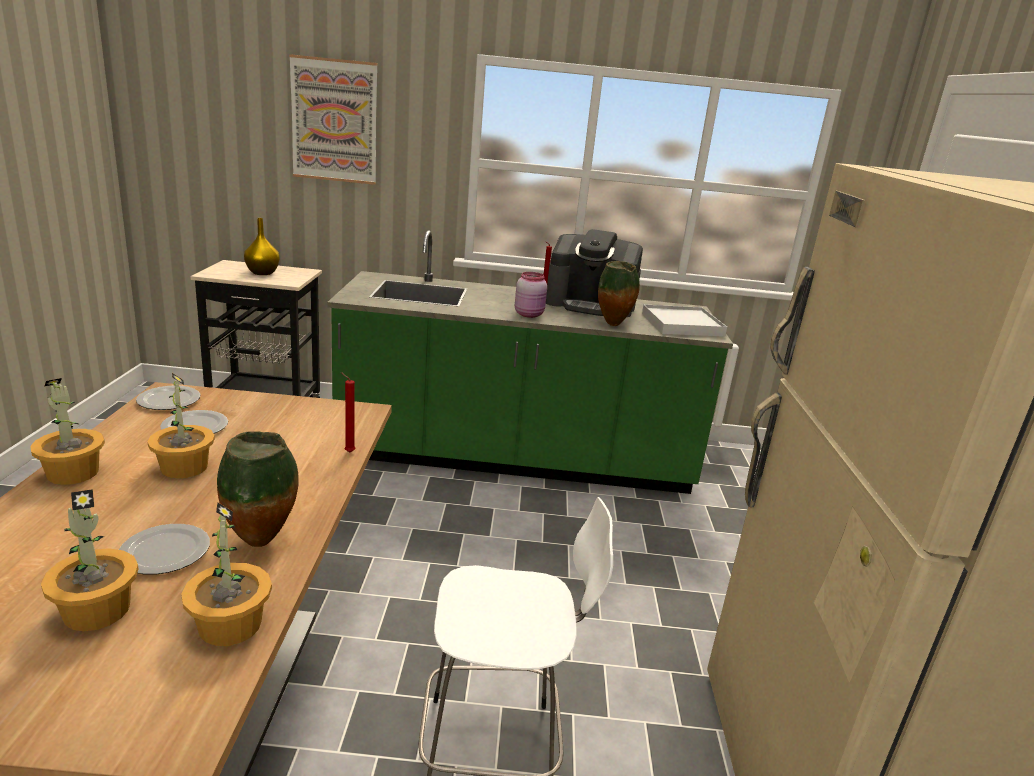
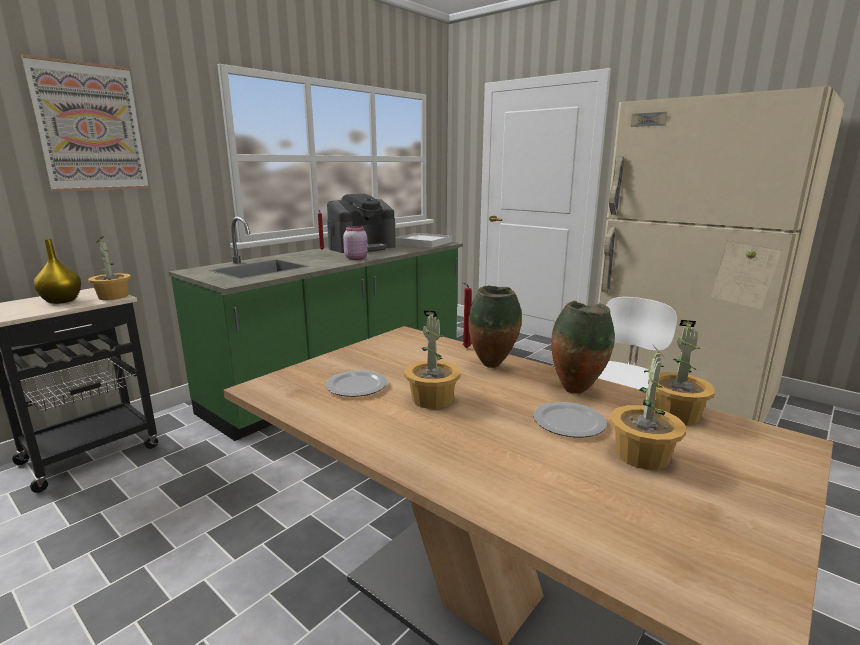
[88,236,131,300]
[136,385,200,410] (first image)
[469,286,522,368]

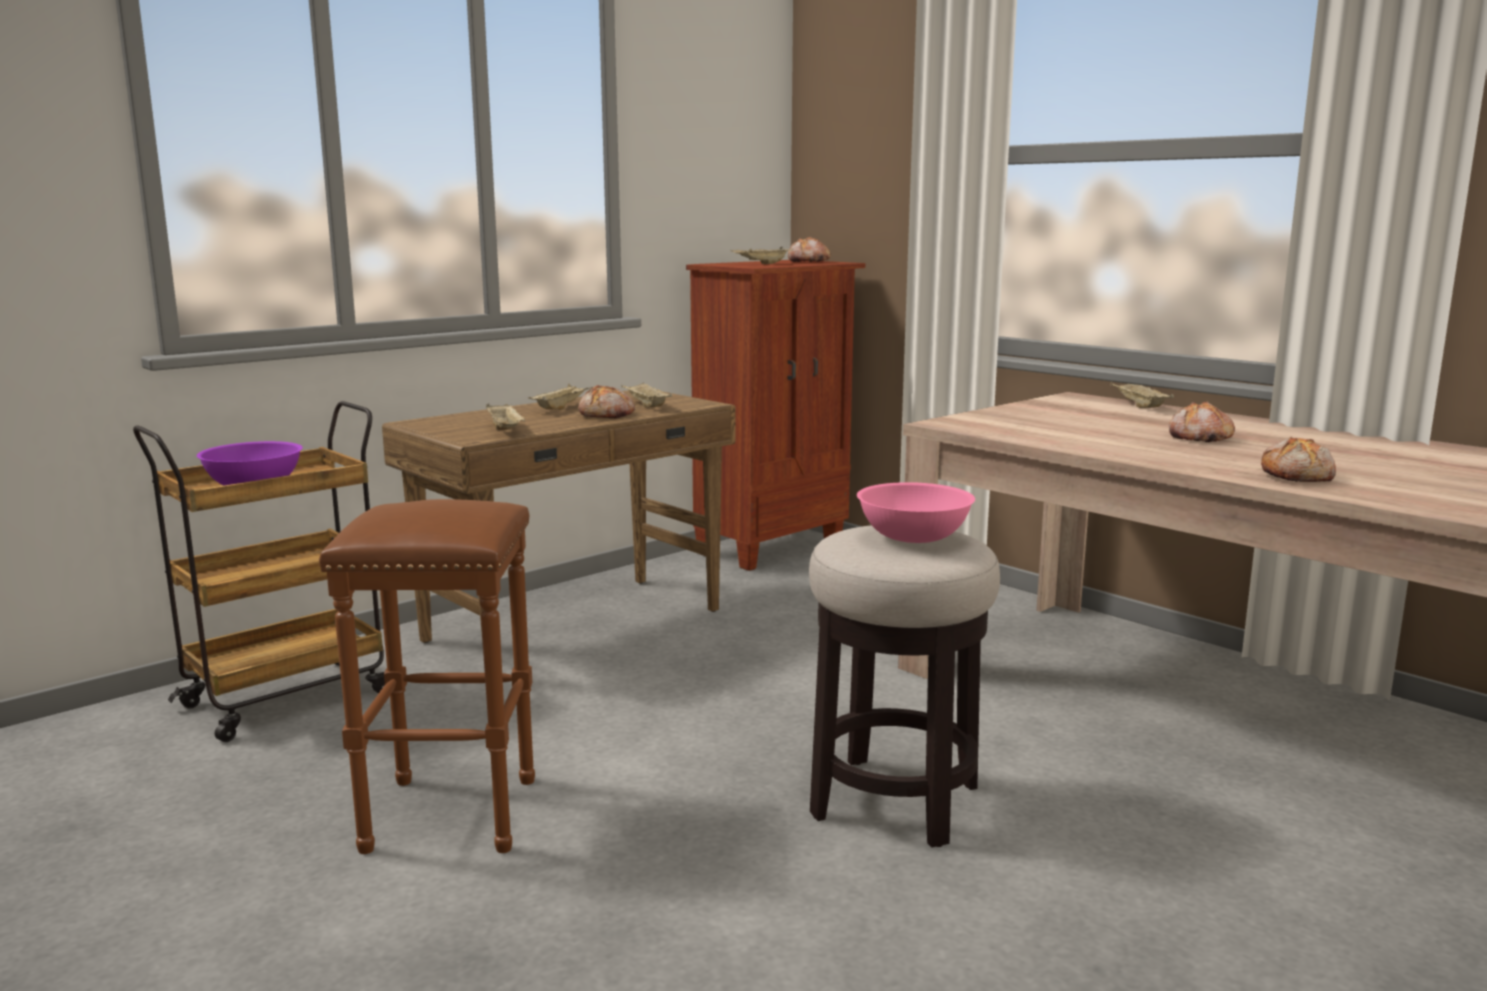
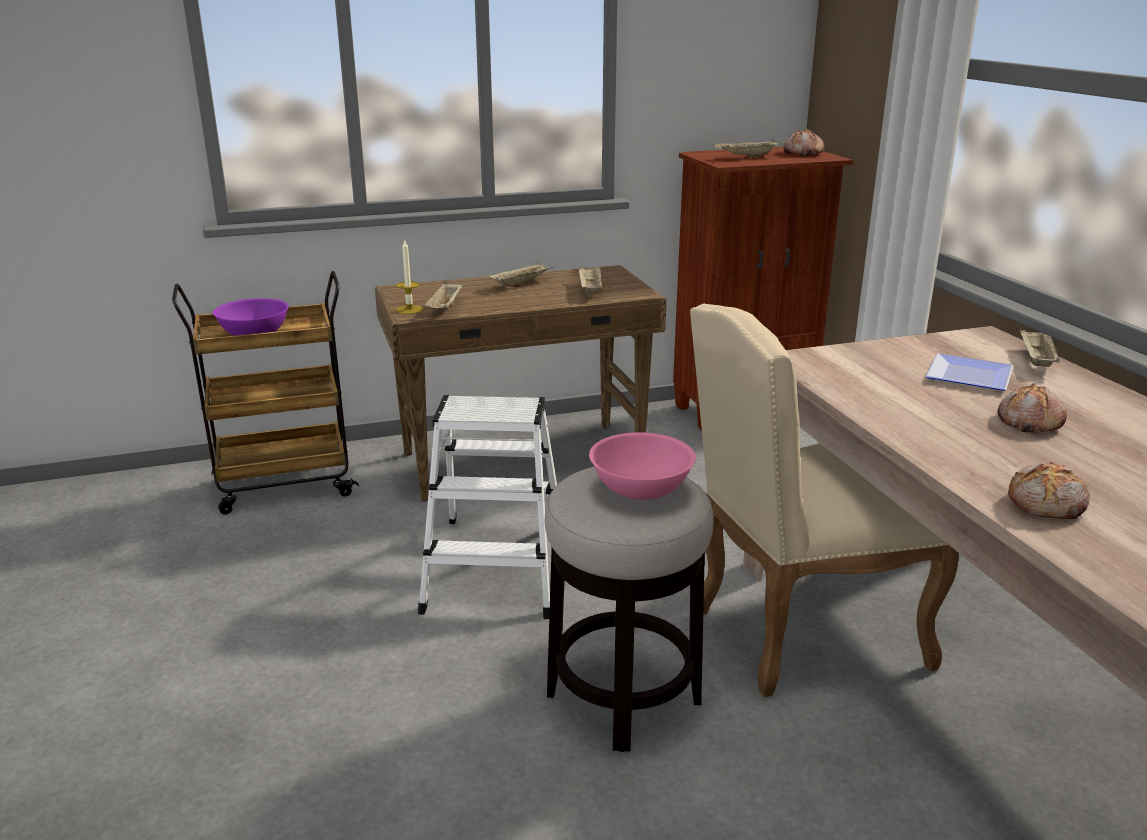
[319,499,535,854] (first image)
[578,385,635,419] (first image)
[396,239,423,314]
[418,395,557,619]
[690,303,959,697]
[925,353,1013,391]

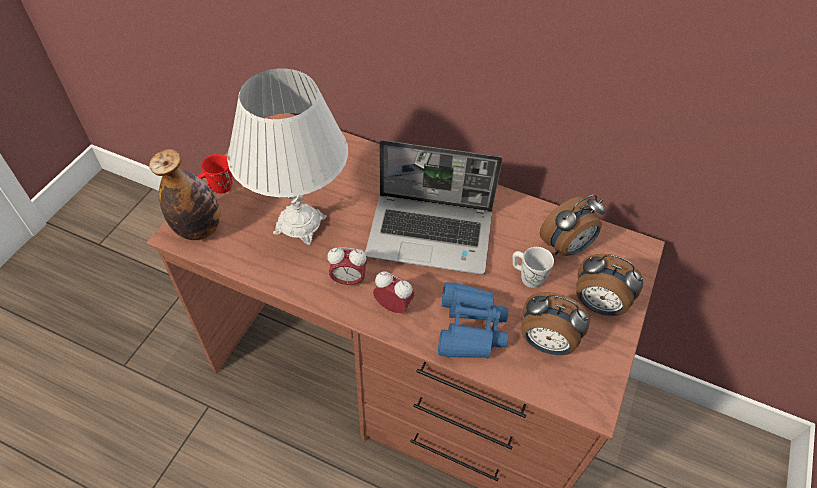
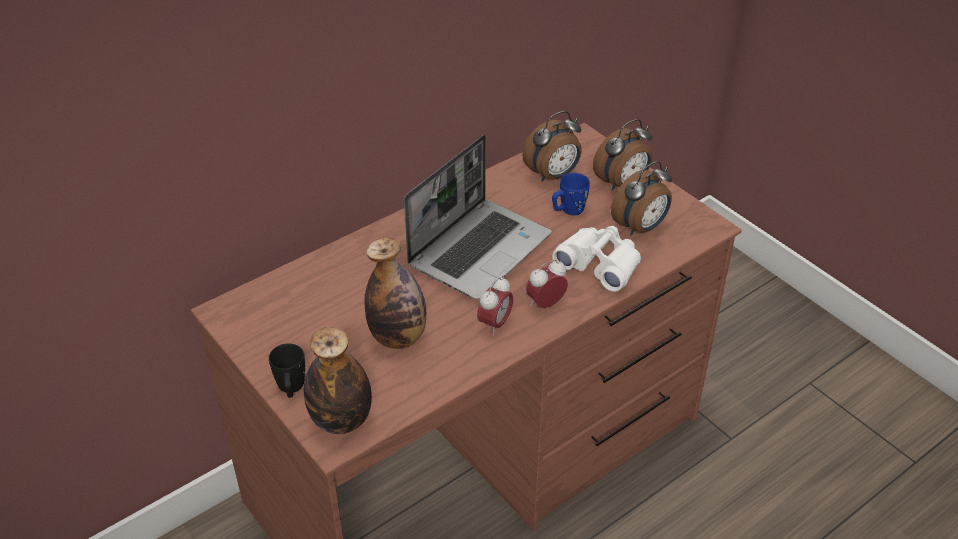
[269,343,305,398]
[365,237,426,349]
[552,226,641,292]
[552,173,590,215]
[522,111,582,182]

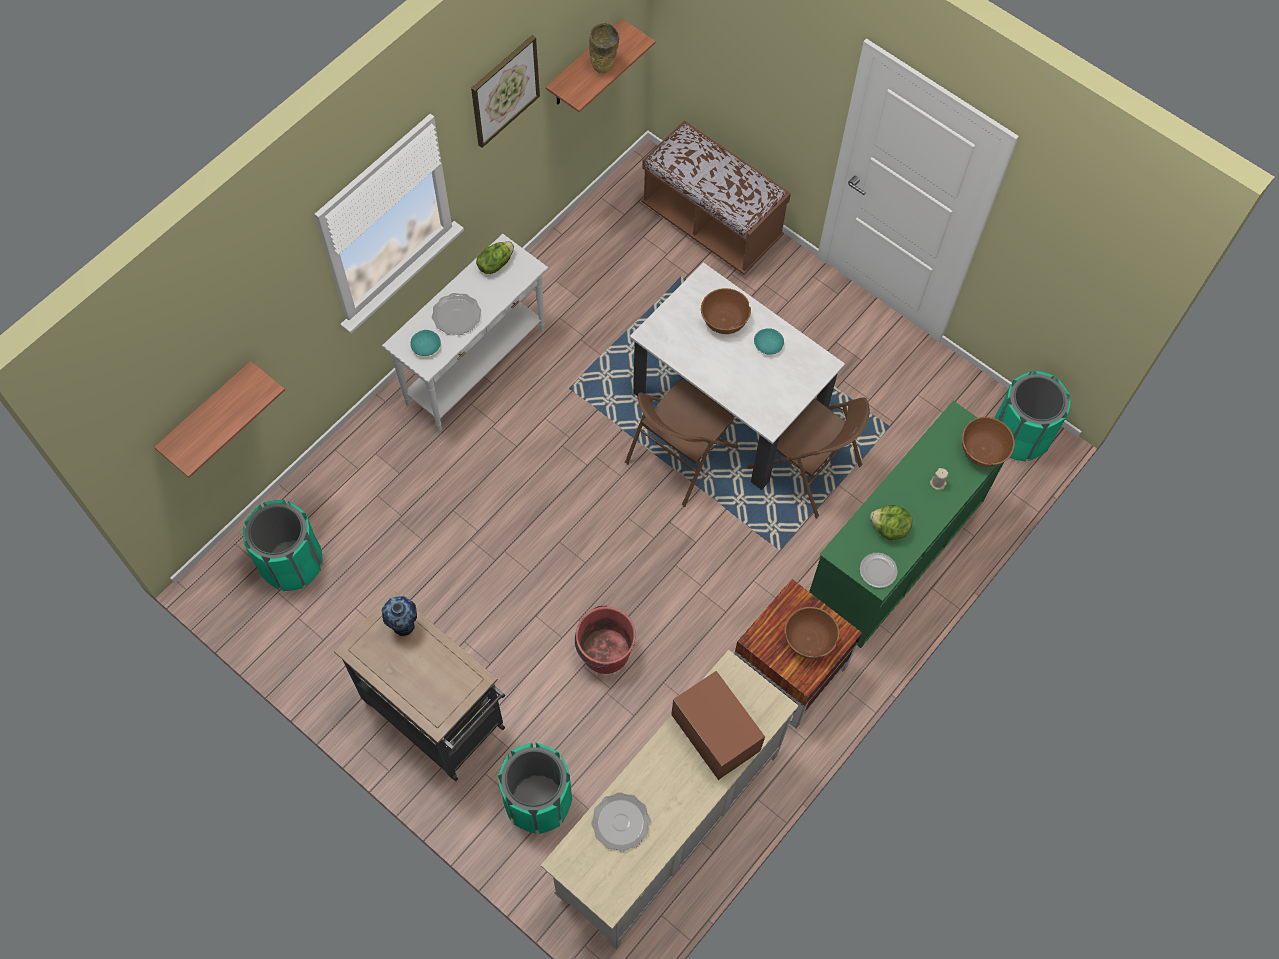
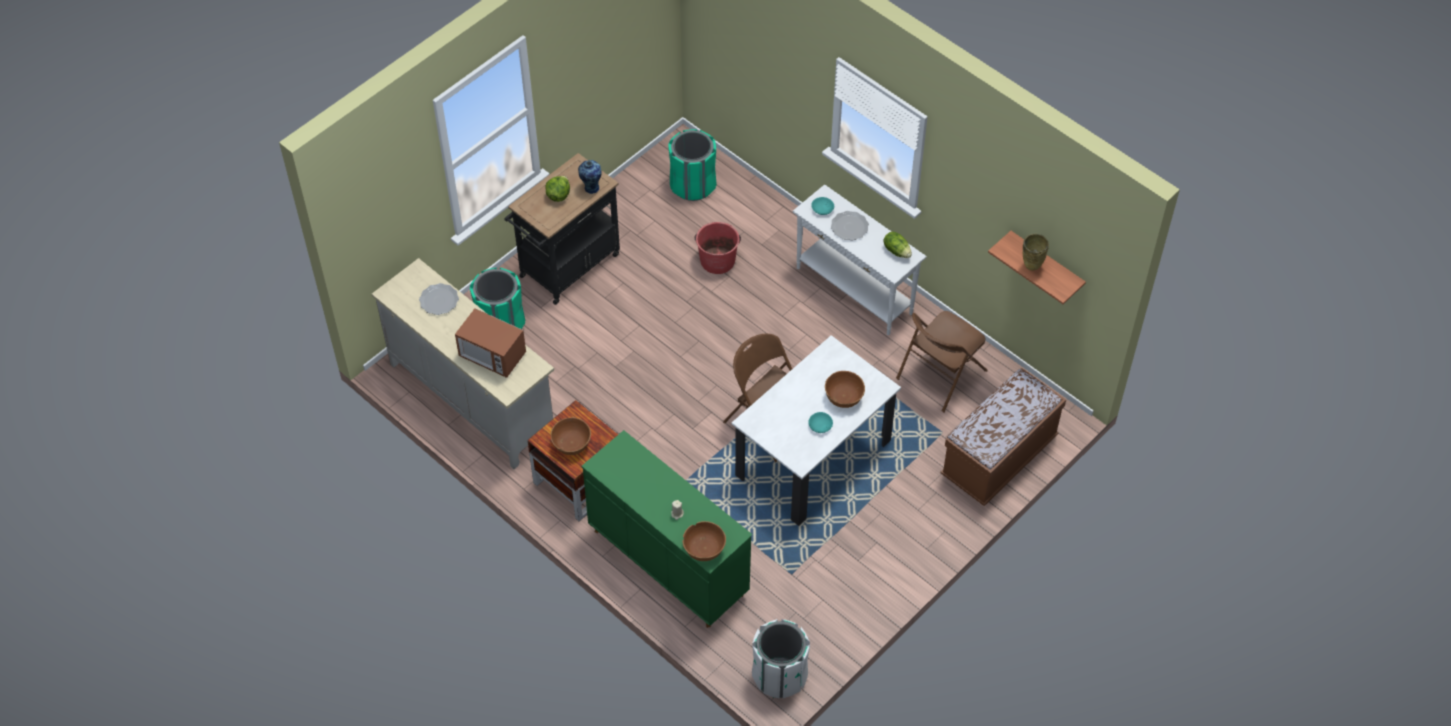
[154,361,285,478] (first image)
[471,35,540,148] (first image)
[695,222,741,274]
[455,309,526,378]
[896,311,988,413]
[860,553,898,588] (first image)
[545,176,570,202]
[752,619,810,698]

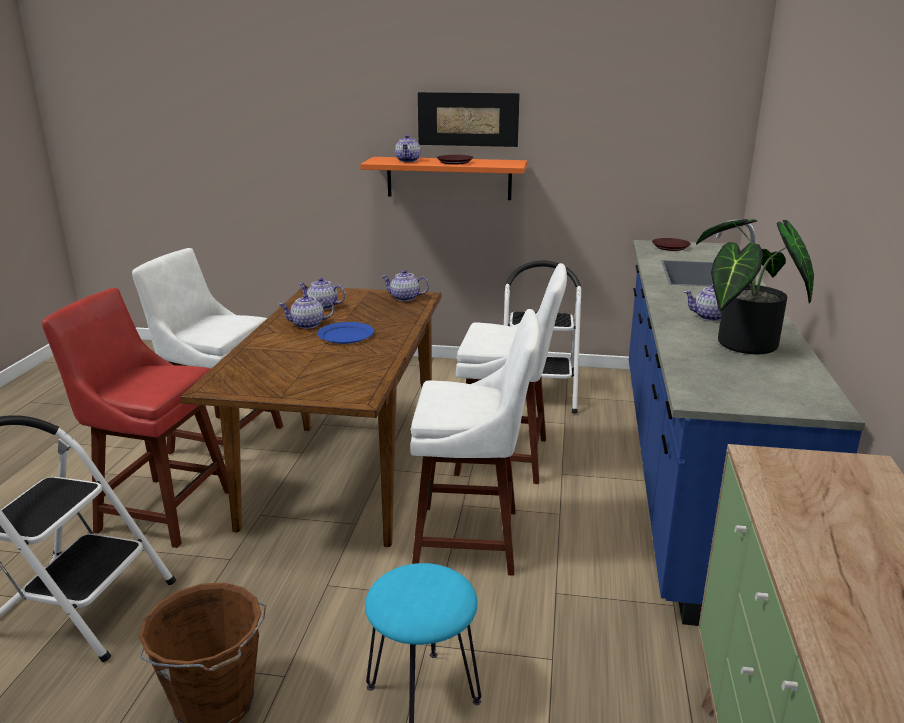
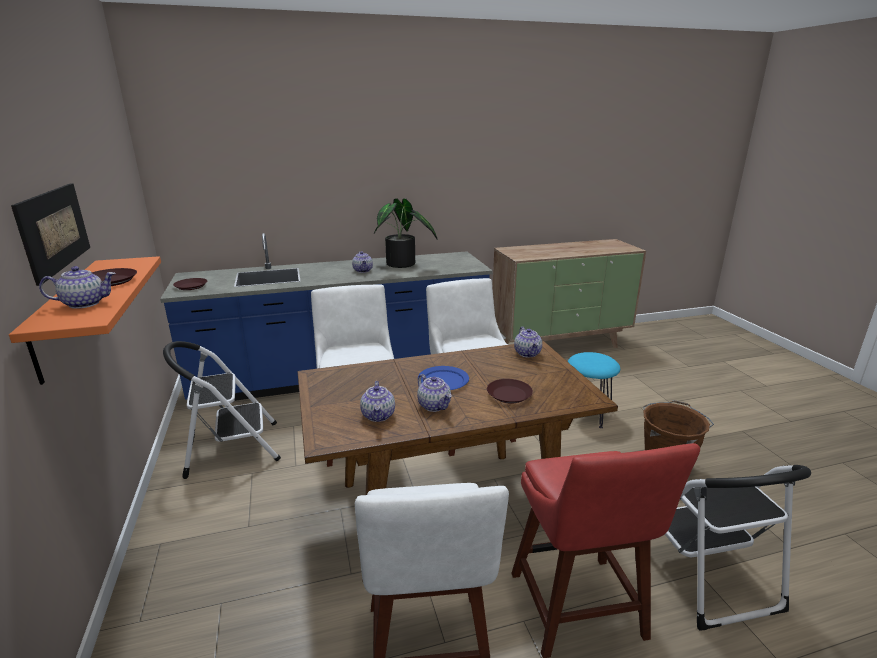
[514,327,542,357]
[487,379,533,403]

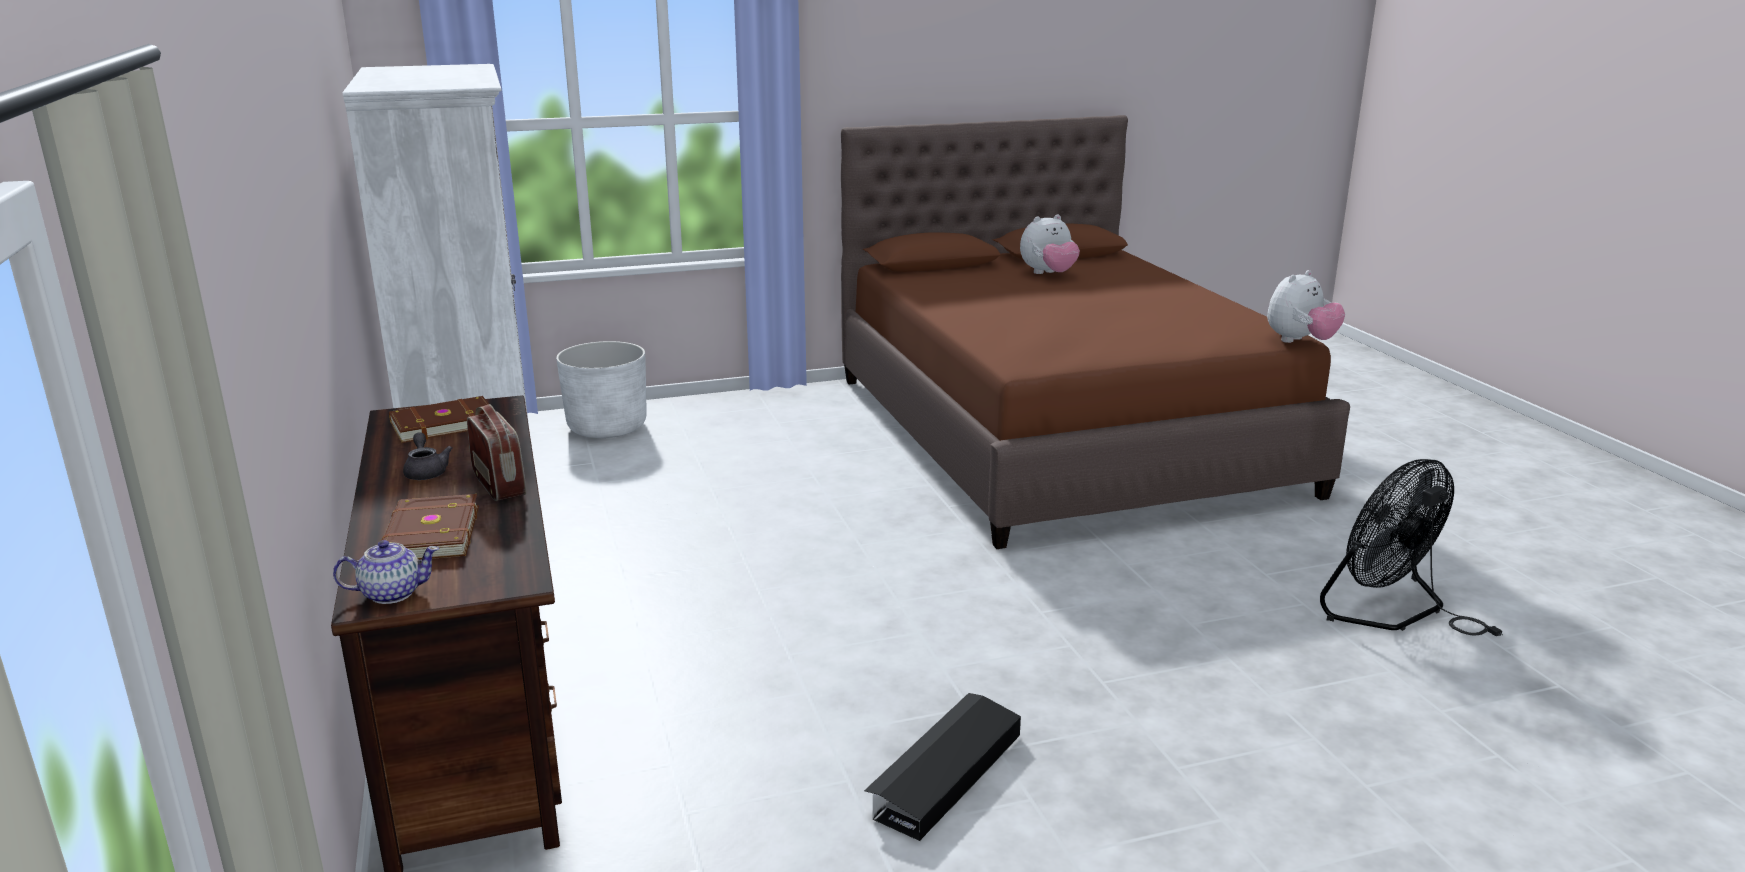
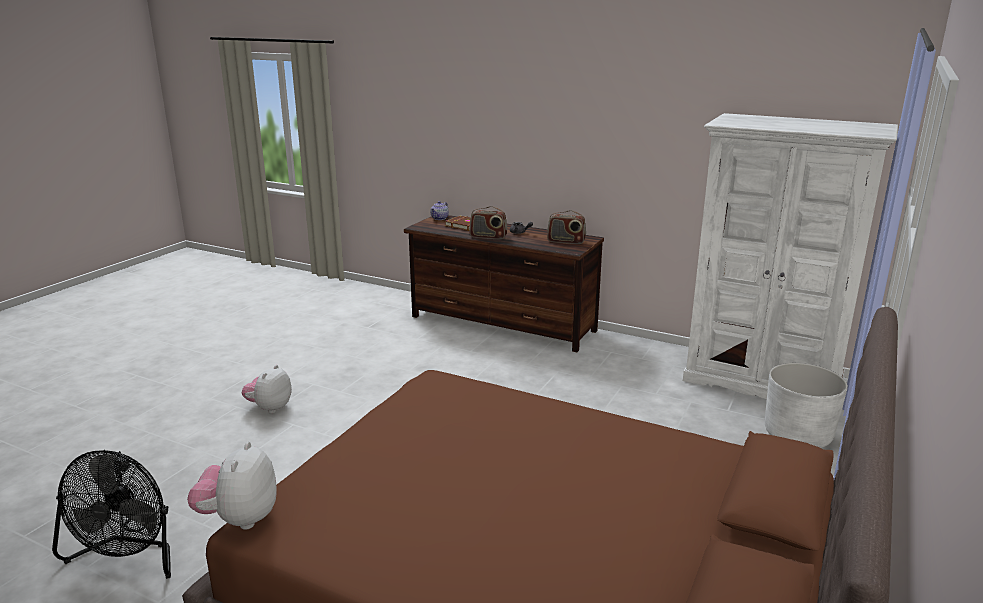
[547,210,586,244]
[864,693,1021,841] (first image)
[242,365,292,413]
[52,449,171,579]

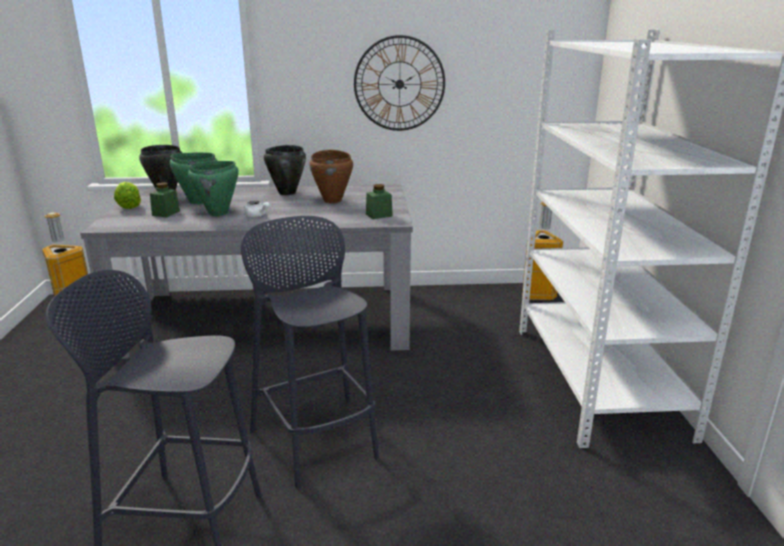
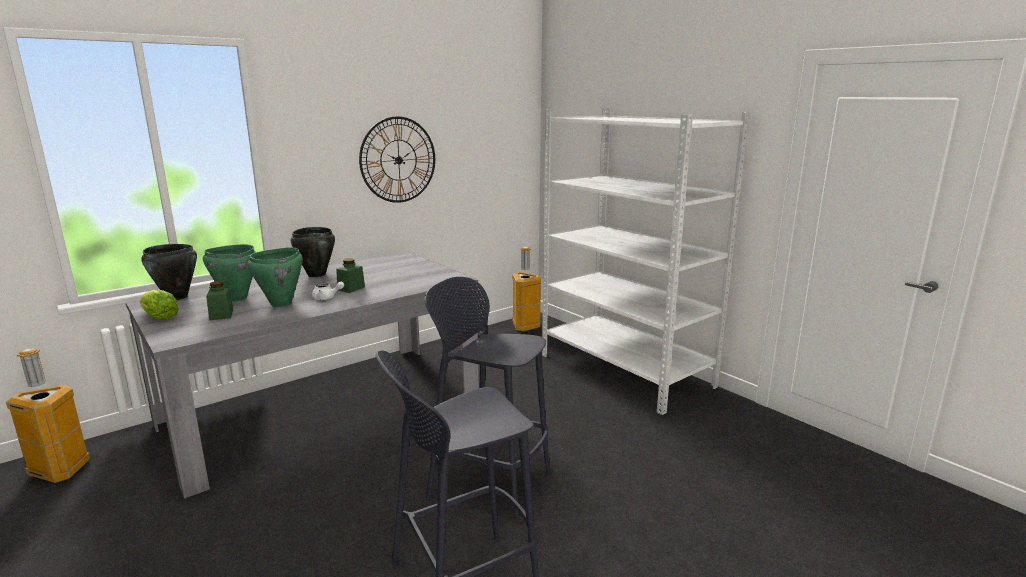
[309,150,353,203] (first image)
[336,258,365,293]

